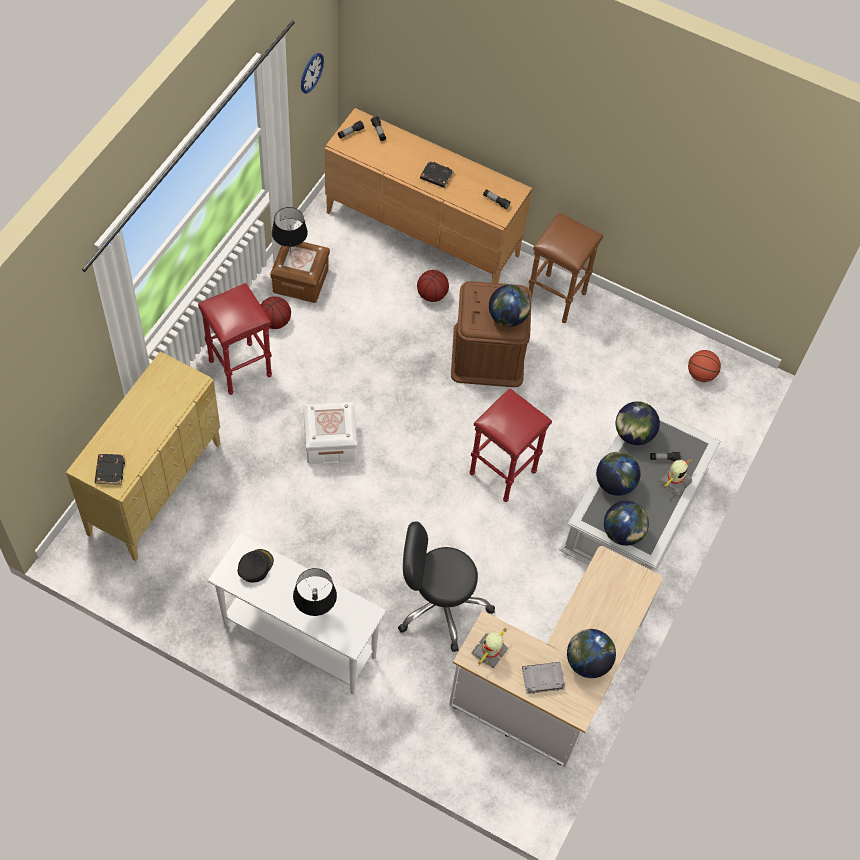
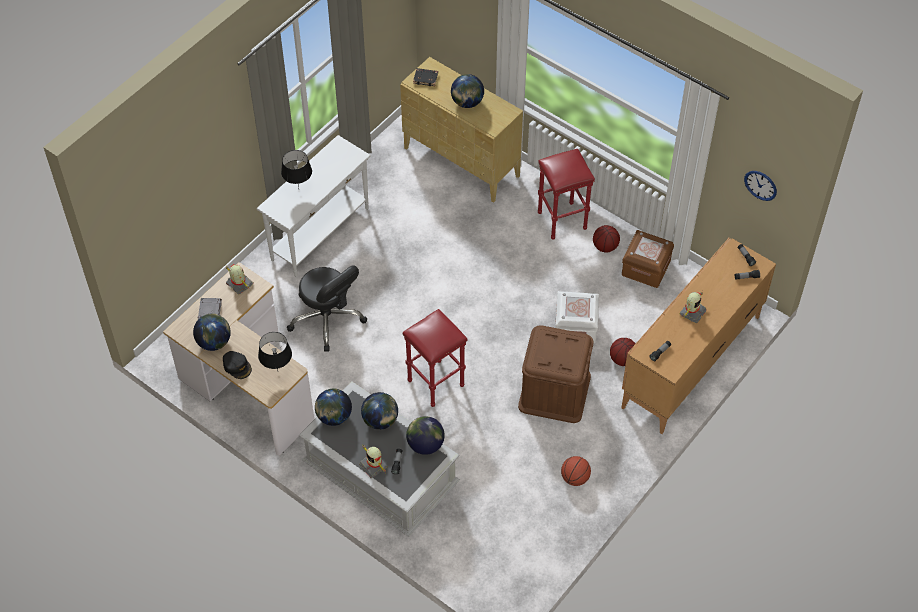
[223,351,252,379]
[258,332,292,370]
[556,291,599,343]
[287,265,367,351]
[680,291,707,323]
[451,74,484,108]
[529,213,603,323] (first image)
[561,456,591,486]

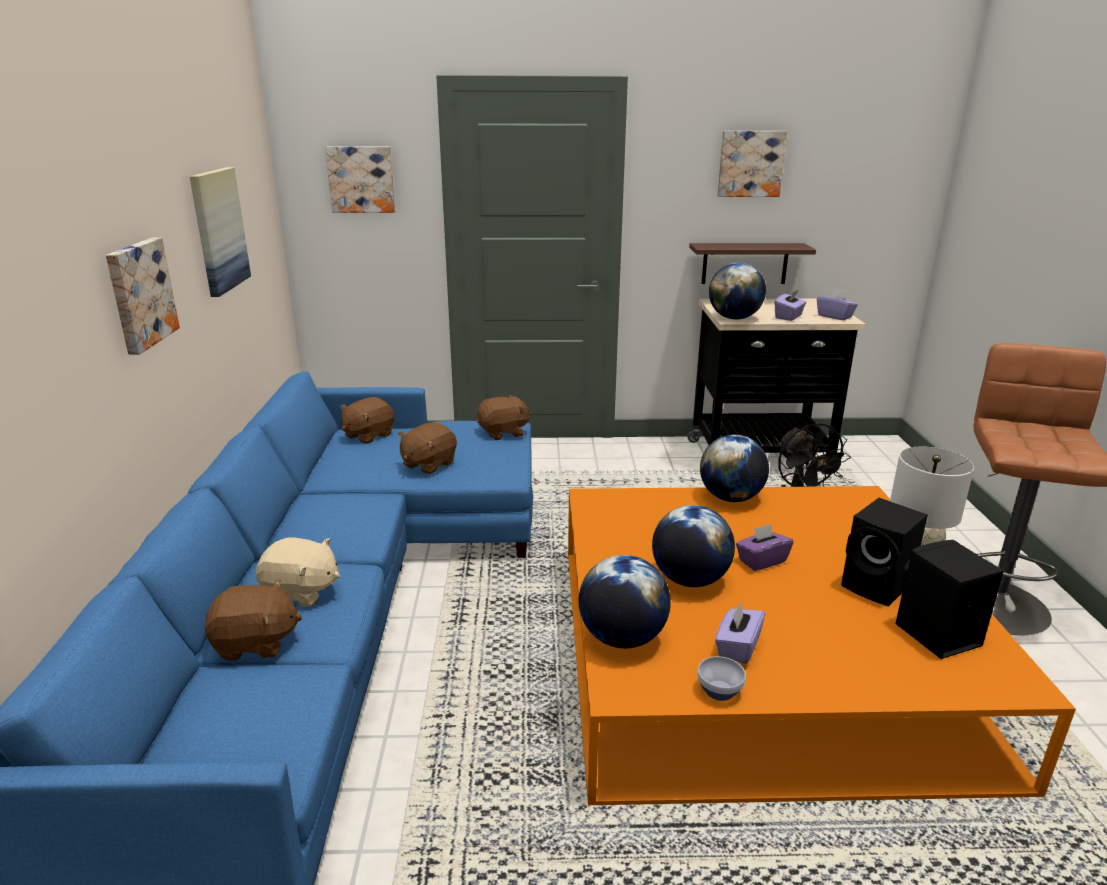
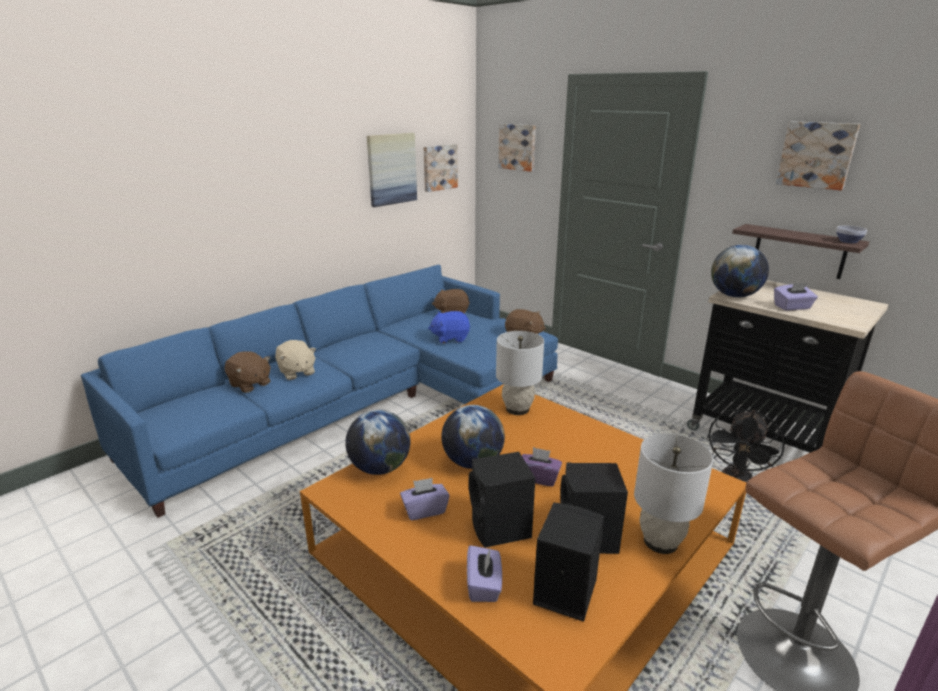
[424,144,458,192]
[428,311,470,343]
[836,226,867,243]
[700,435,769,502] (first image)
[467,545,502,602]
[469,452,535,548]
[496,331,544,415]

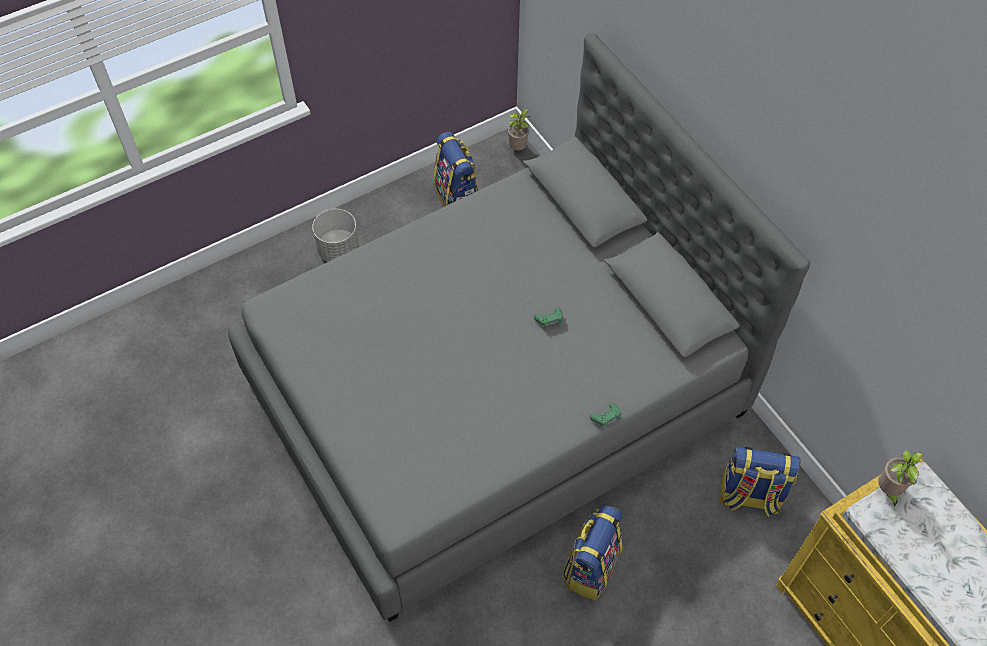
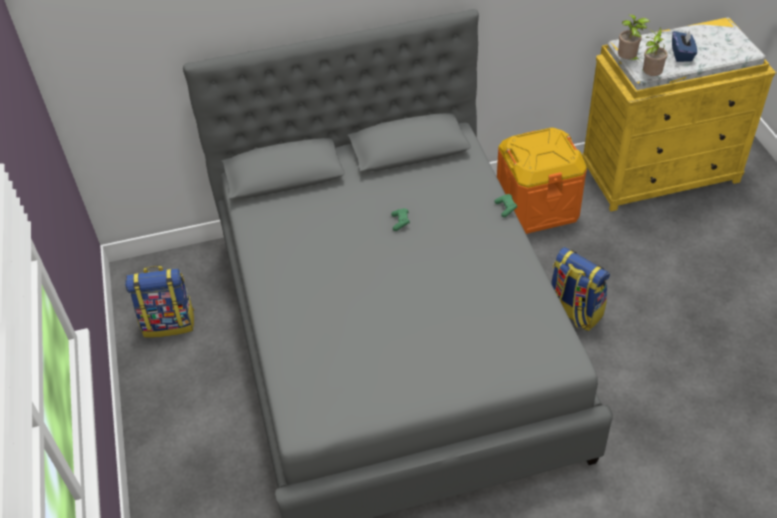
[312,209,359,262] (first image)
[643,28,668,76]
[497,127,587,234]
[672,30,697,62]

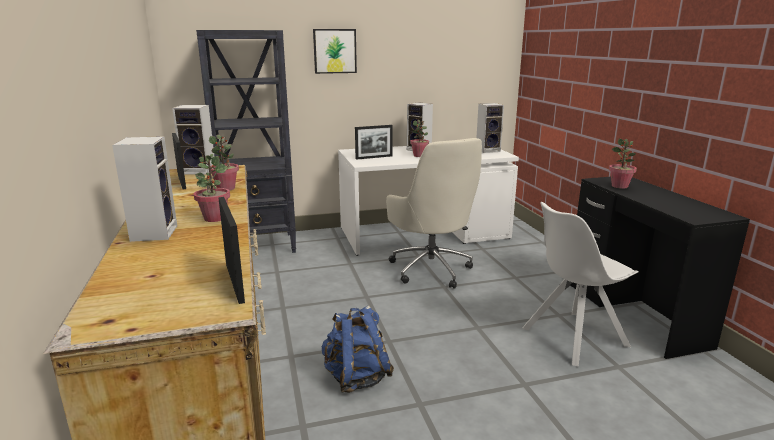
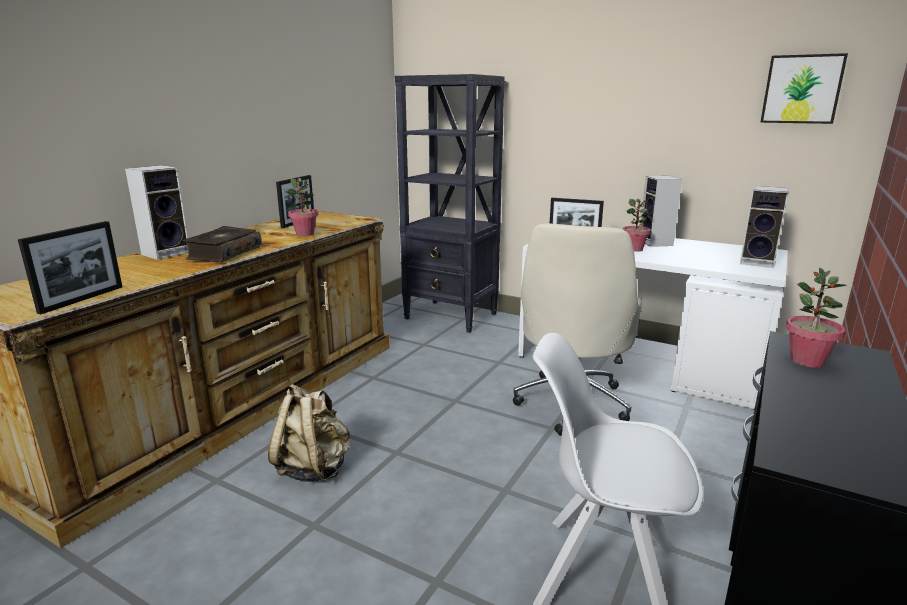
[172,105,214,175] (first image)
[183,226,262,263]
[760,53,848,124]
[268,384,350,482]

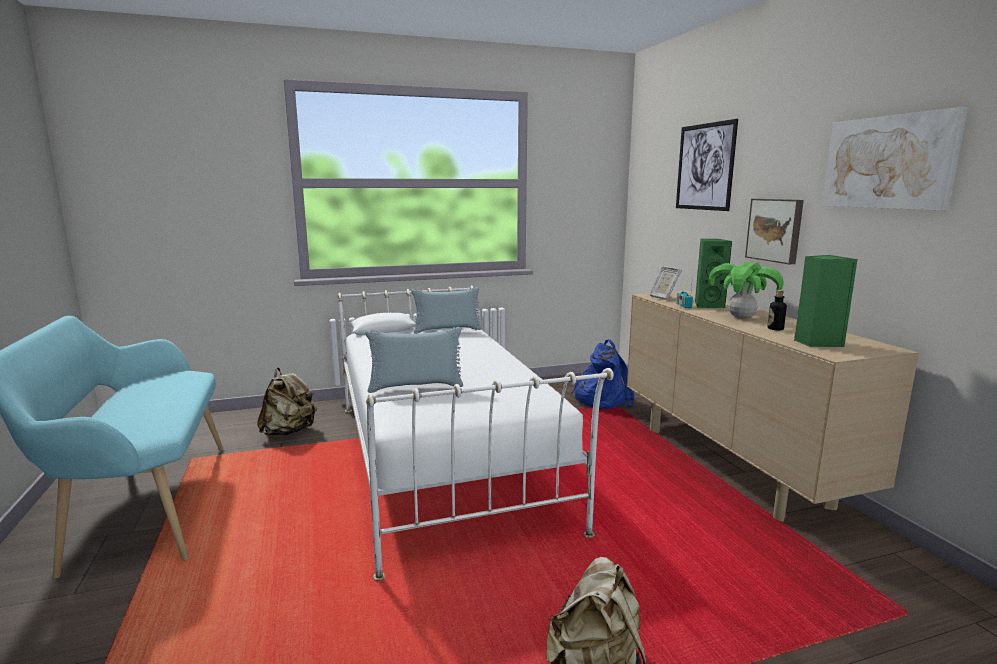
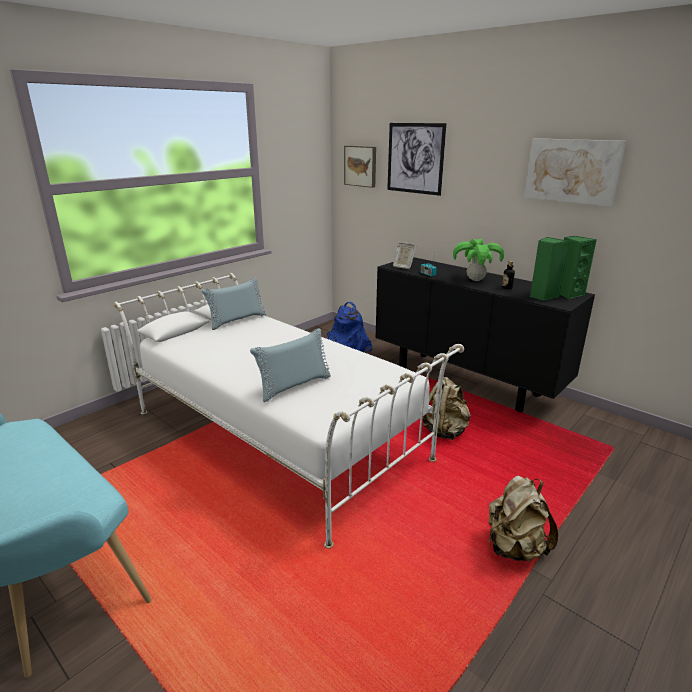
[422,377,471,440]
[376,257,595,413]
[560,236,597,299]
[344,146,376,188]

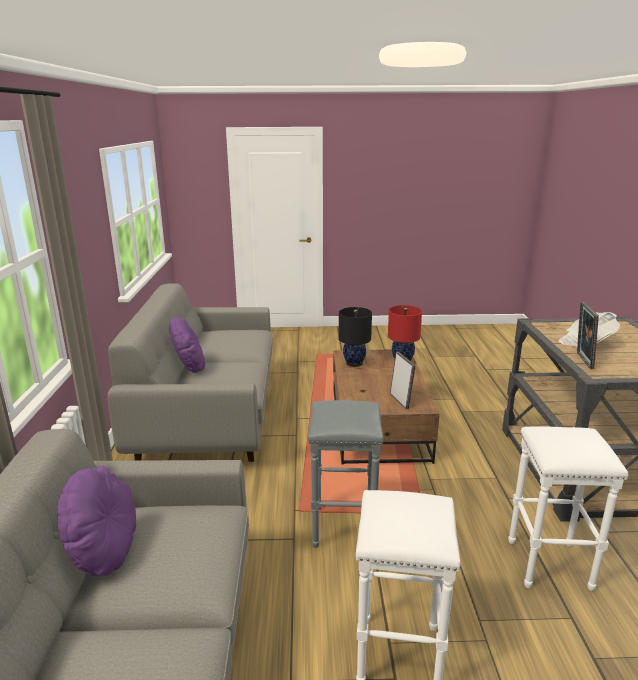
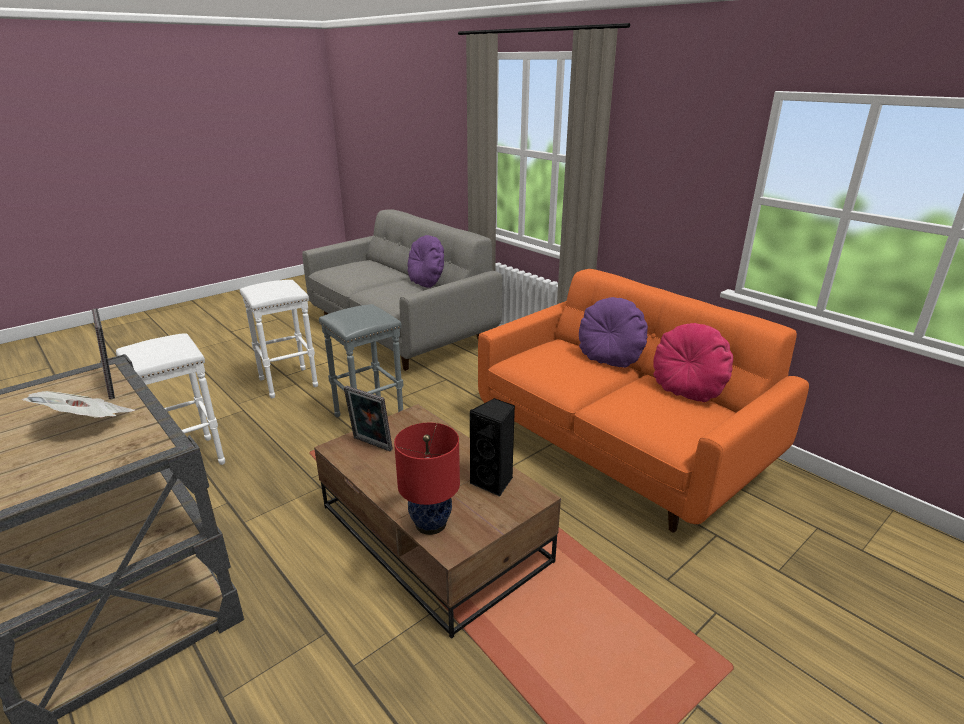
[478,269,809,533]
[469,398,515,496]
[653,323,733,402]

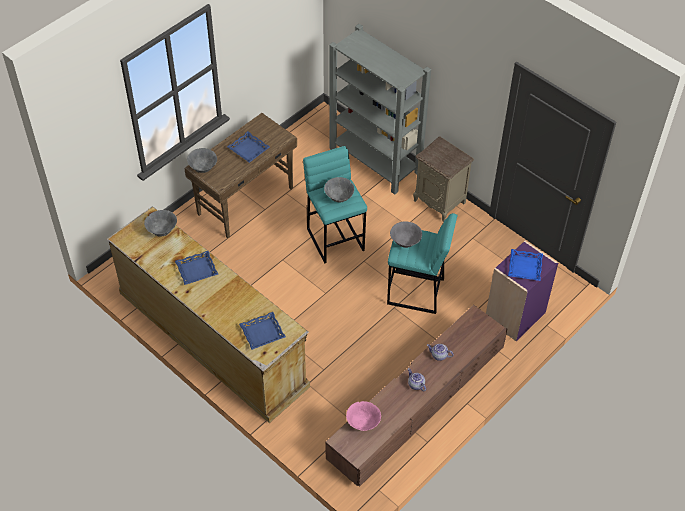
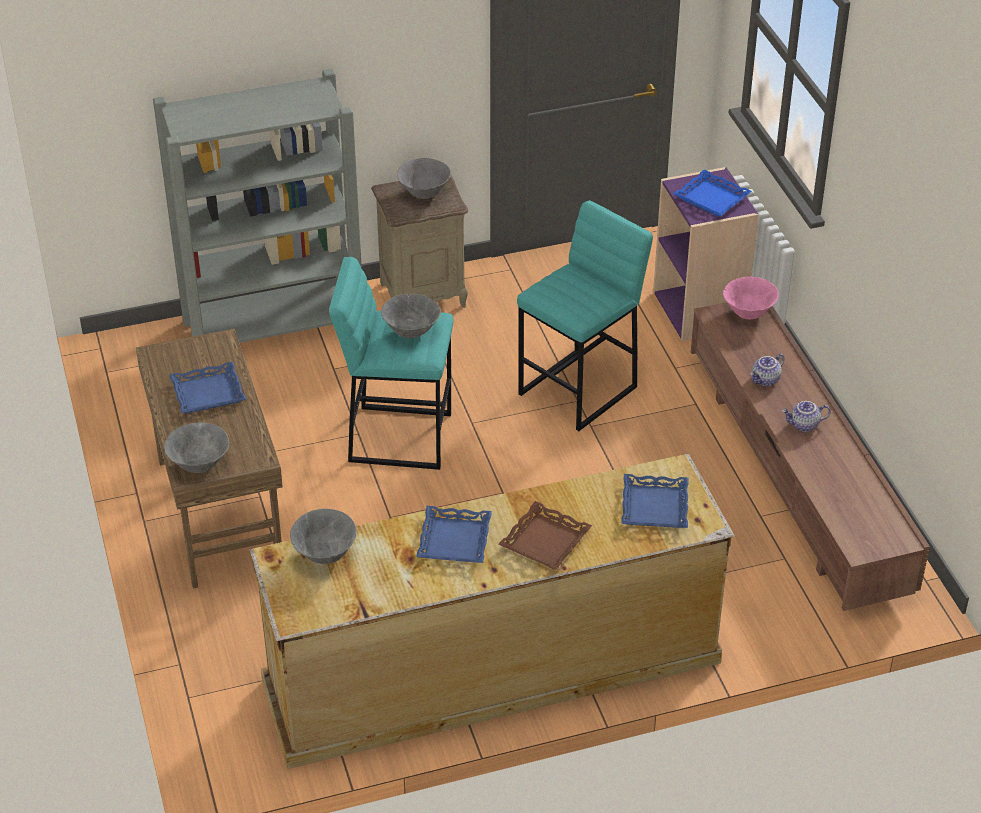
[723,277,779,320]
[397,158,451,199]
[498,501,592,570]

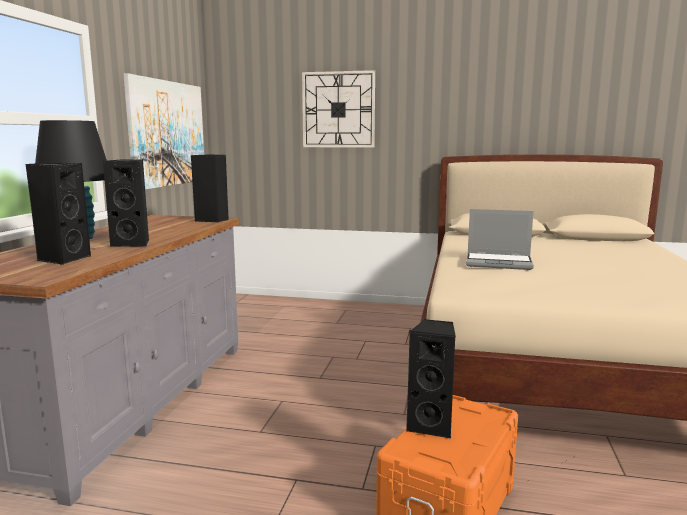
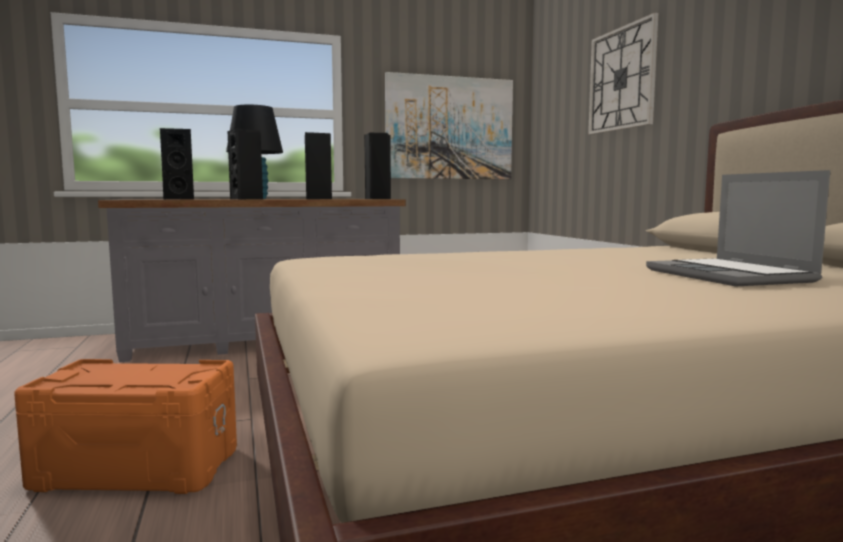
[305,132,332,199]
[646,170,830,286]

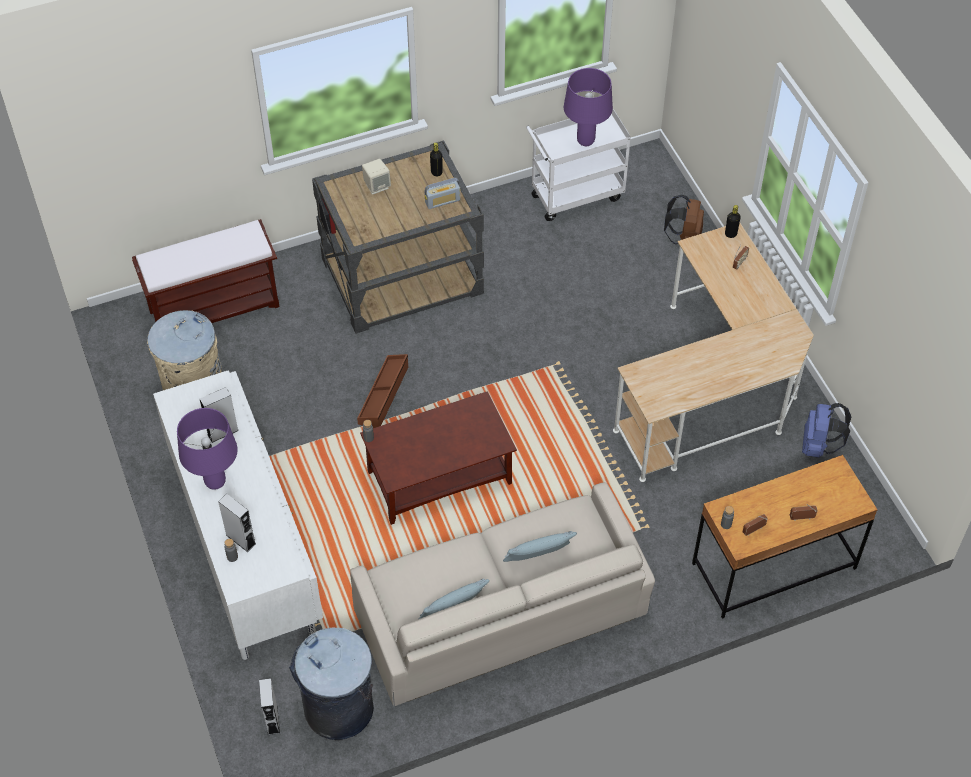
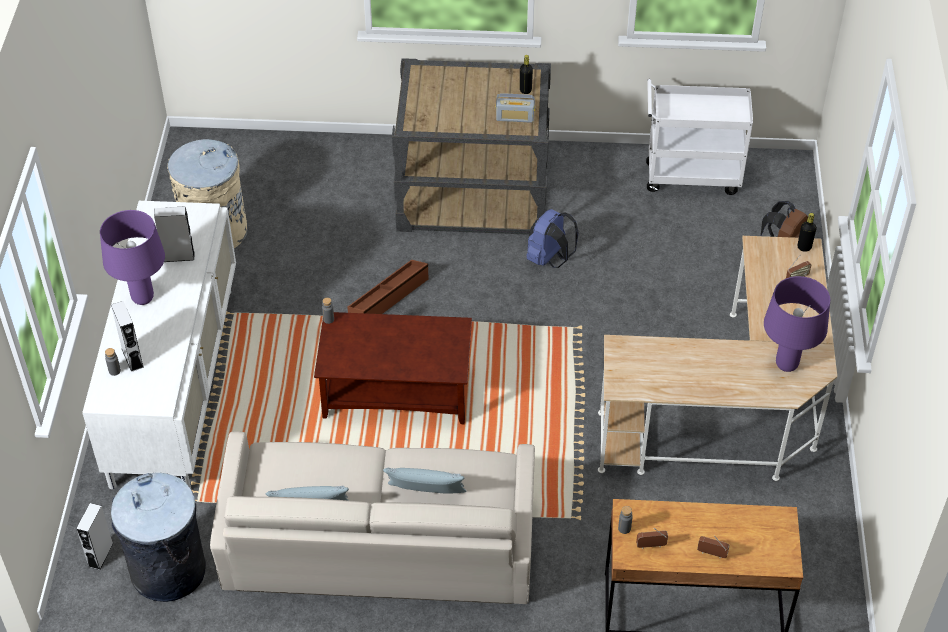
[132,219,280,323] (first image)
[362,159,391,195] (first image)
[764,276,830,372]
[526,209,579,268]

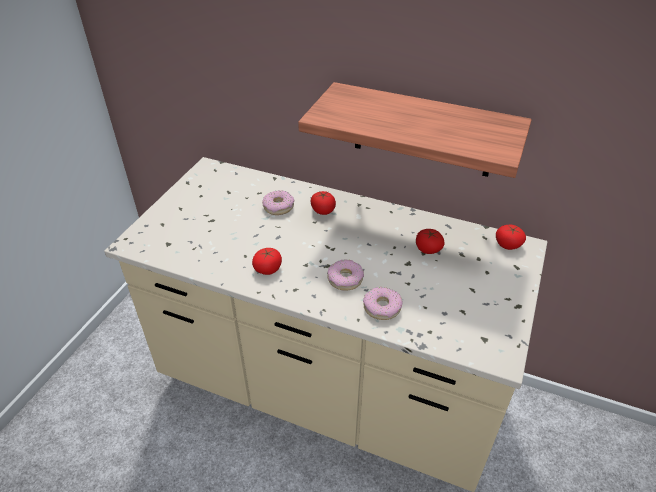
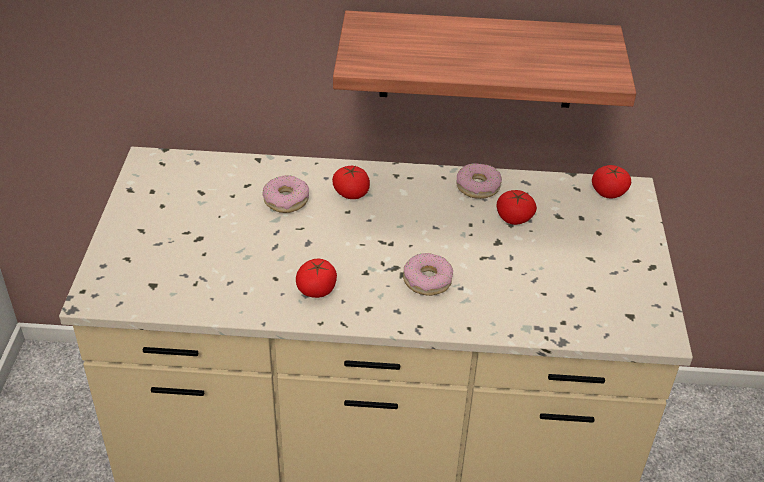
[456,163,502,199]

